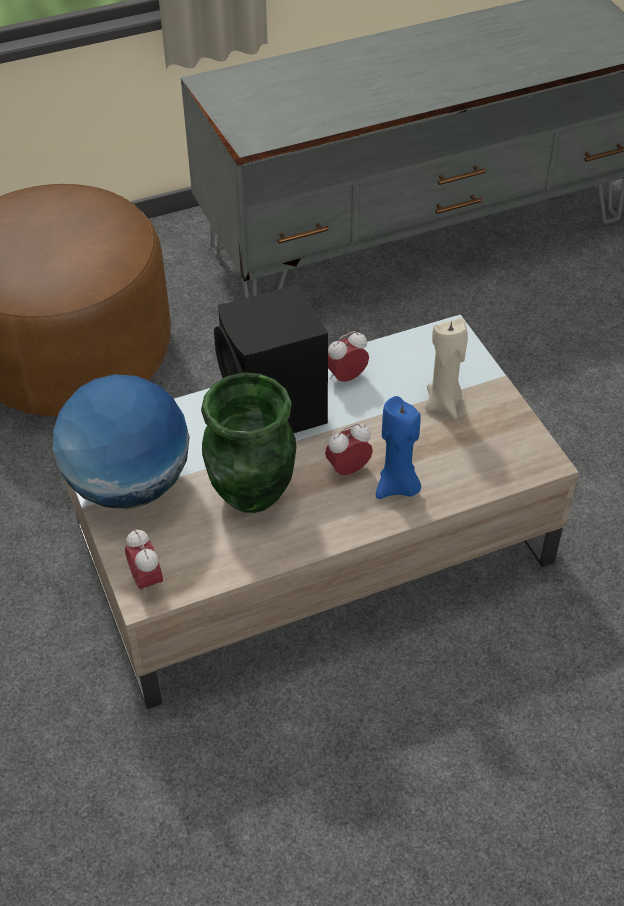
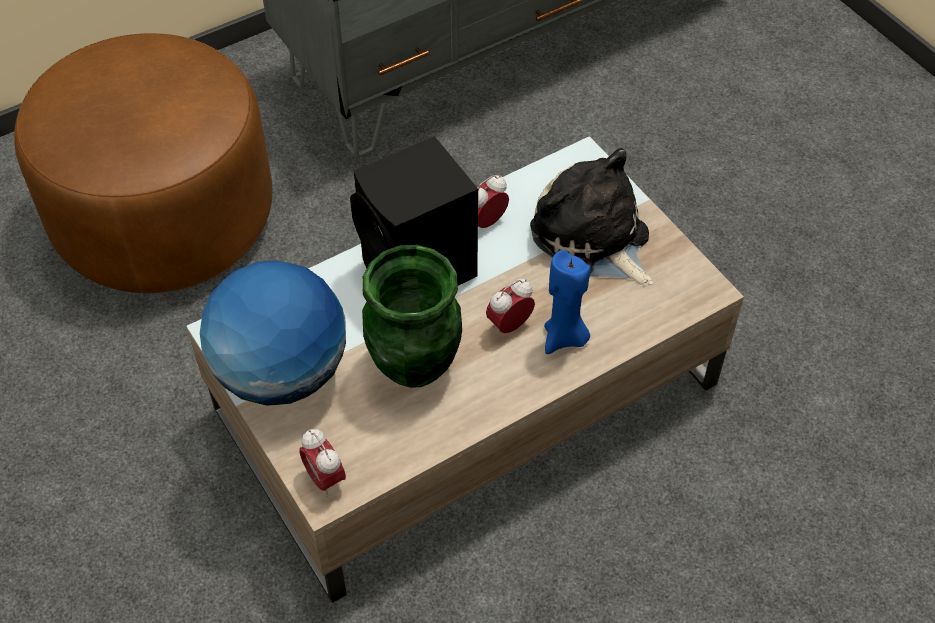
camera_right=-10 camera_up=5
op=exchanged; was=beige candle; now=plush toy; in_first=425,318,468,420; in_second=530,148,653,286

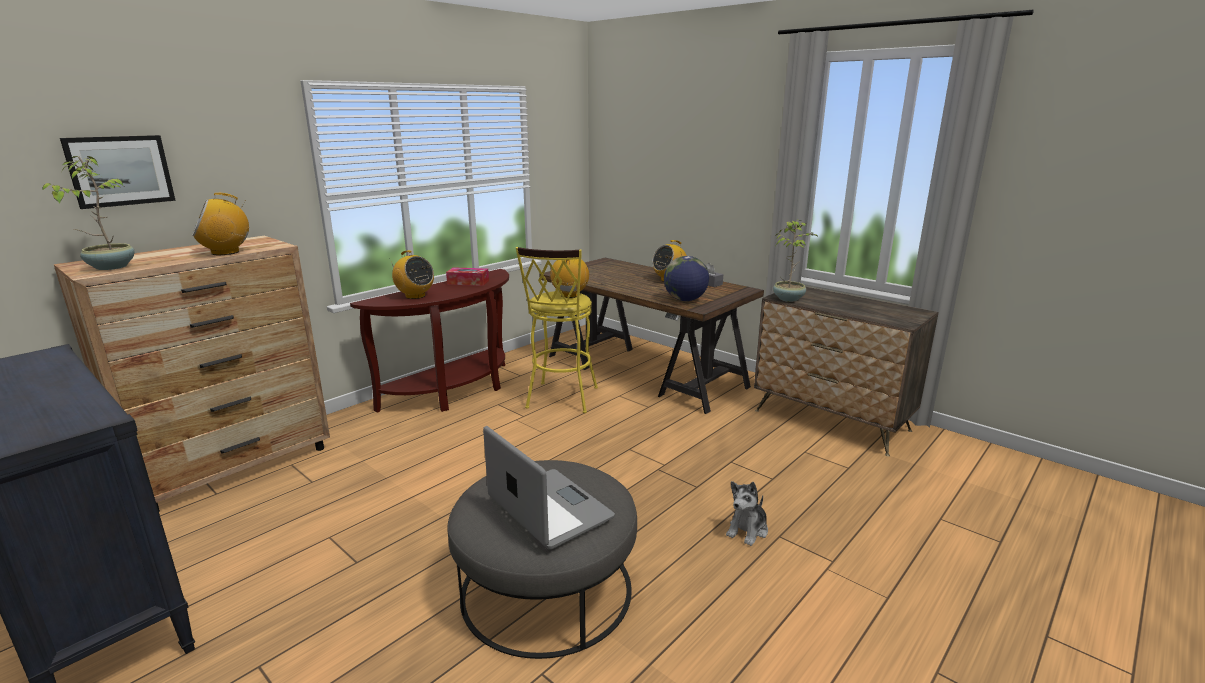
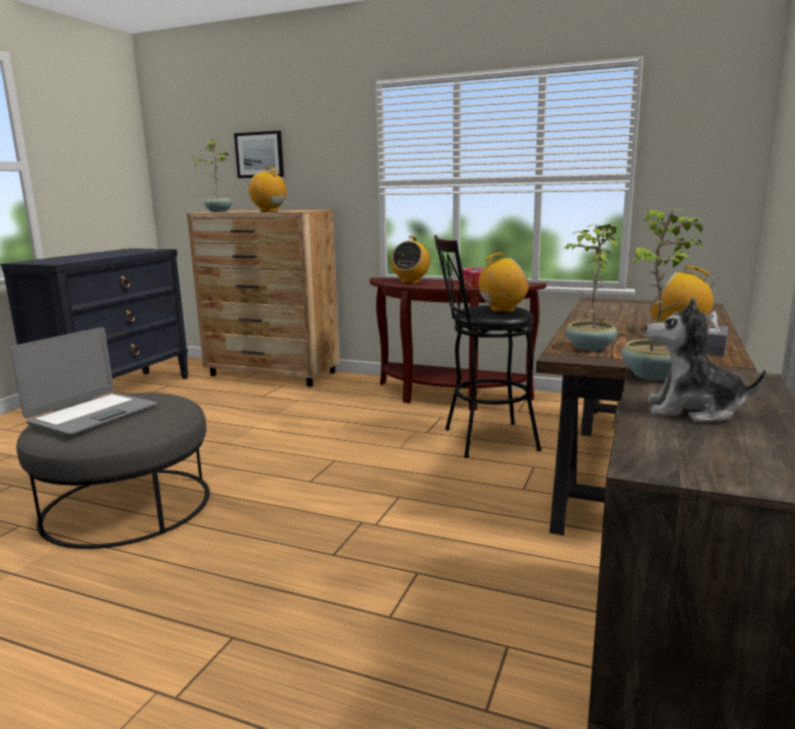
camera_right=70 camera_up=-5
op=colour; was=yellow stool; now=black stool; in_first=516,247,598,413; in_second=434,235,541,458
op=exchanged; was=globe; now=potted plant; in_first=664,256,709,301; in_second=563,224,617,351
op=relocated; was=plush toy; in_first=726,481,768,546; in_second=646,297,766,422

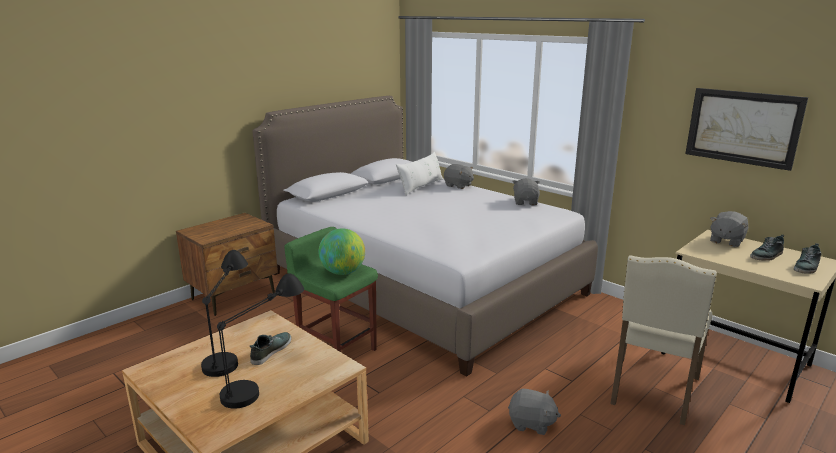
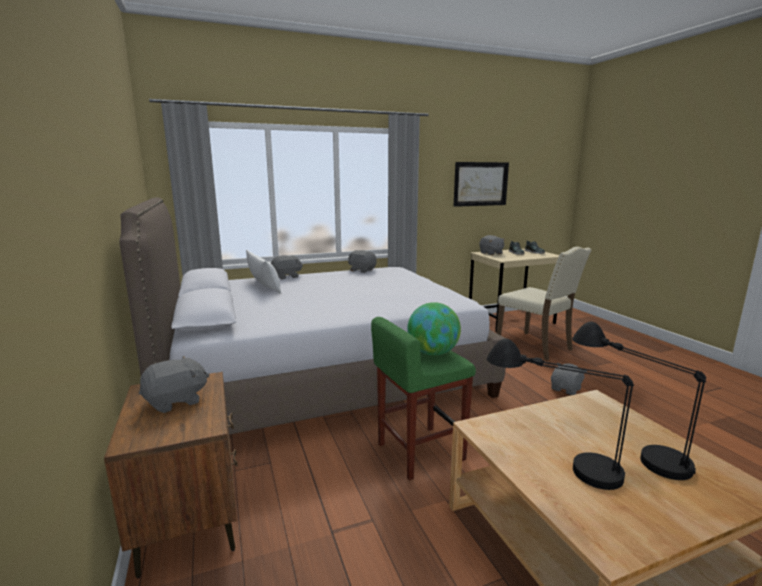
camera_right=-65 camera_up=-5
op=missing; was=shoe; in_first=250,332,291,365
op=appeared; now=grey plush toy; in_second=139,356,210,413

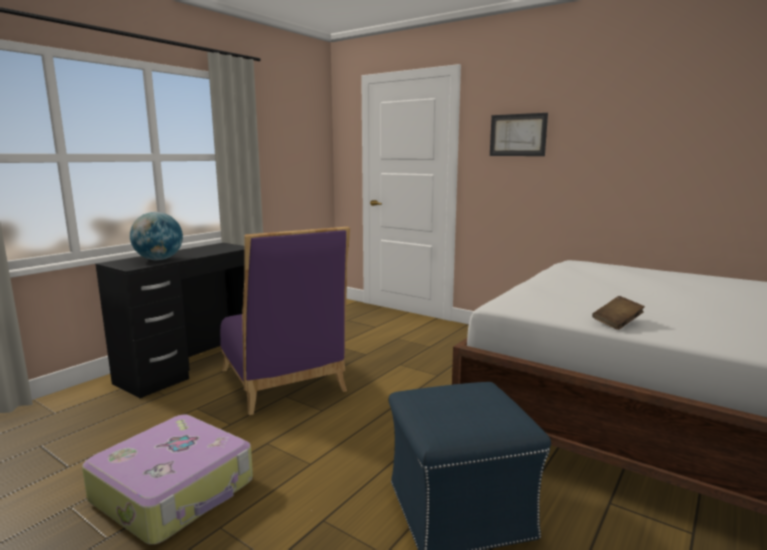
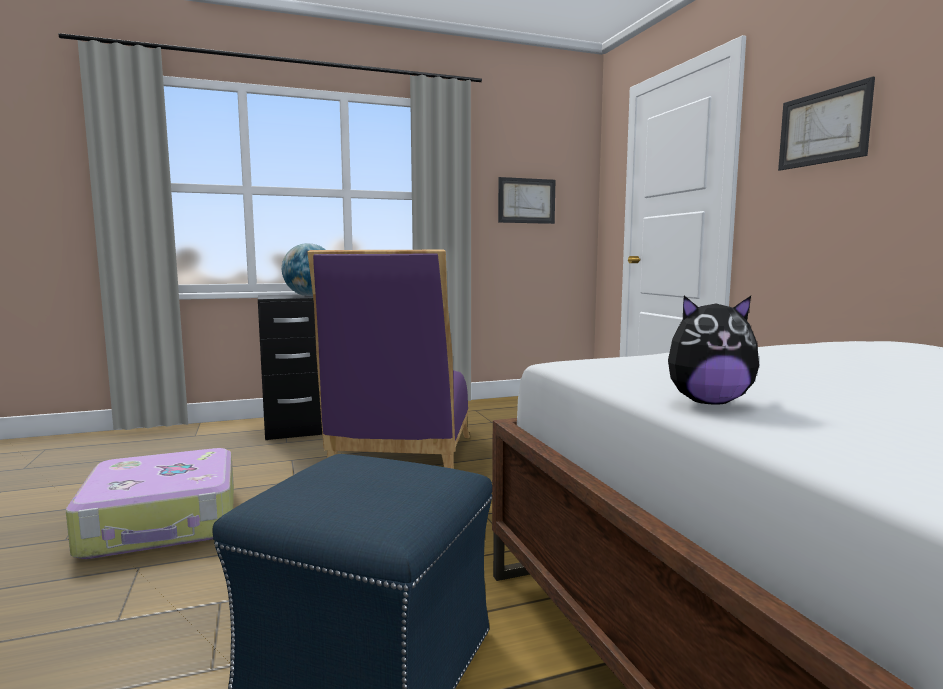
camera_right=35 camera_up=-5
op=exchanged; was=brown book; now=plush toy; in_first=592,296,645,330; in_second=668,296,759,405
op=appeared; now=picture; in_second=498,177,555,224

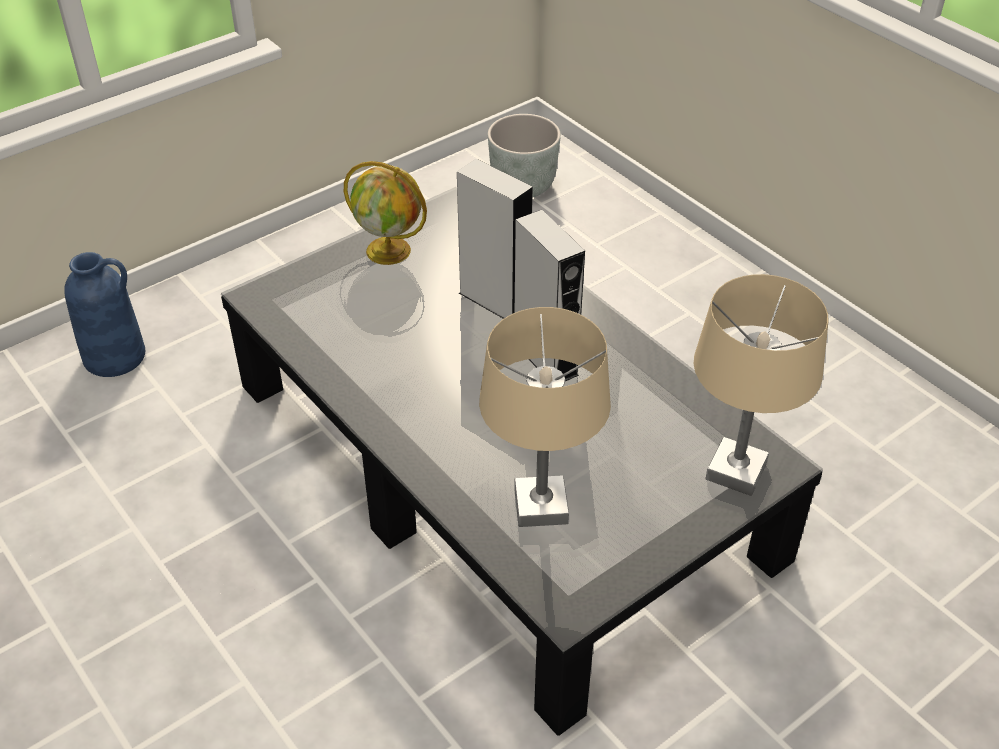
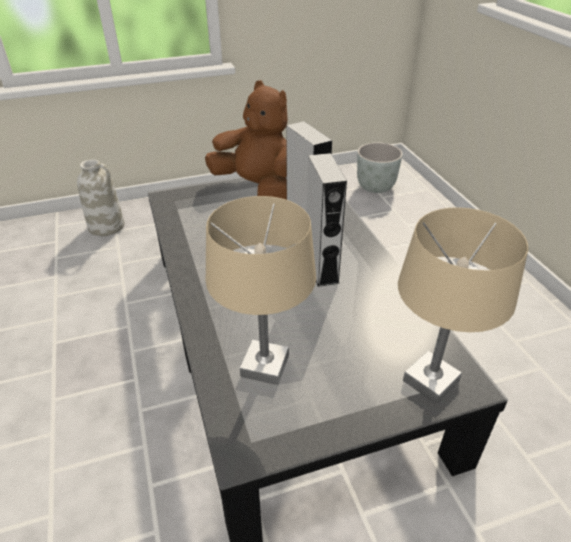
camera_right=20 camera_up=-5
op=exchanged; was=globe; now=brown plush toy; in_first=344,161,427,265; in_second=205,80,288,200
op=colour; was=blue vase; now=white vase; in_first=64,252,145,377; in_second=77,159,124,236

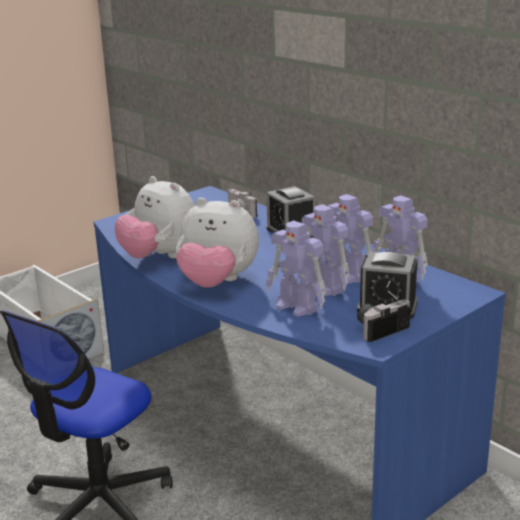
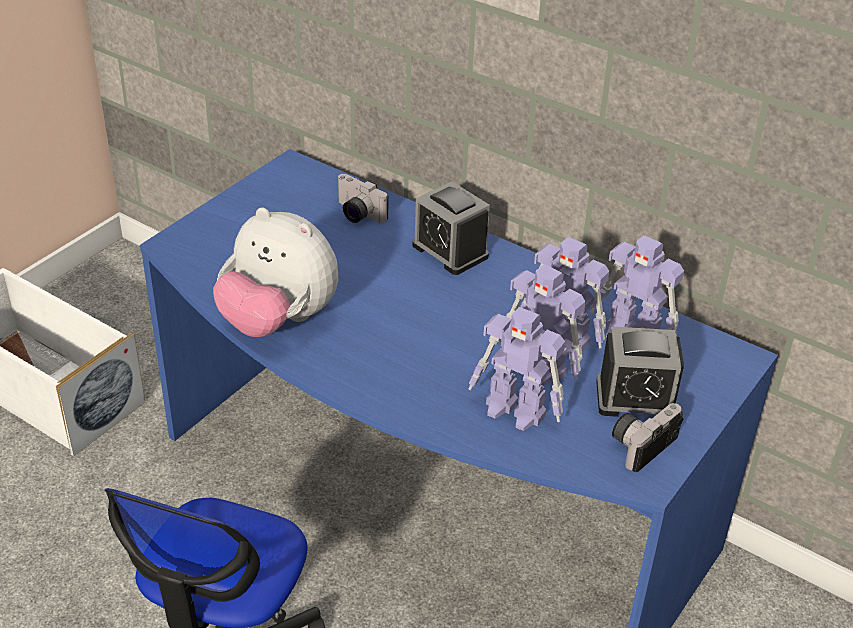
camera_right=-15 camera_up=15
op=missing; was=plush toy; in_first=176,198,259,288

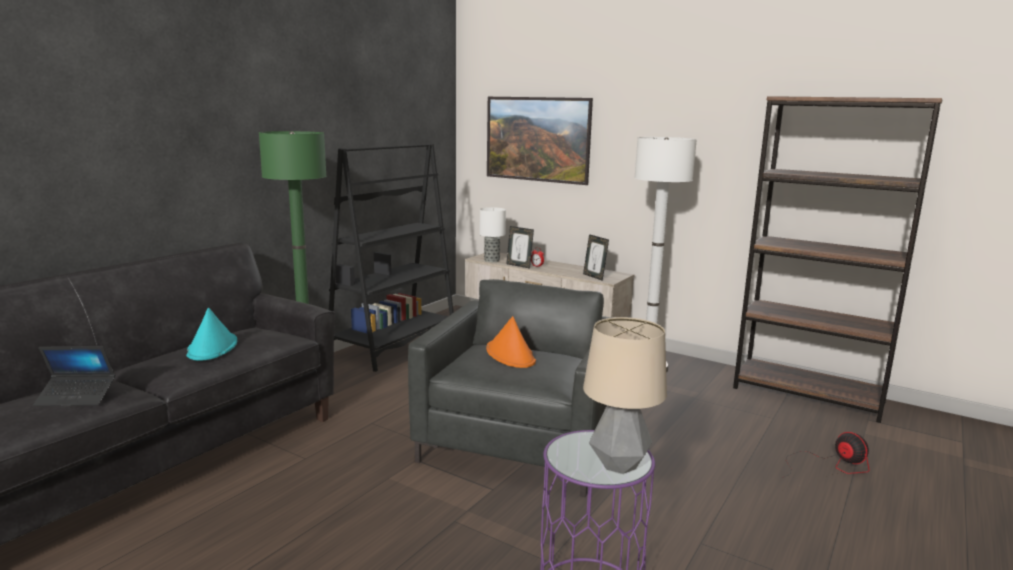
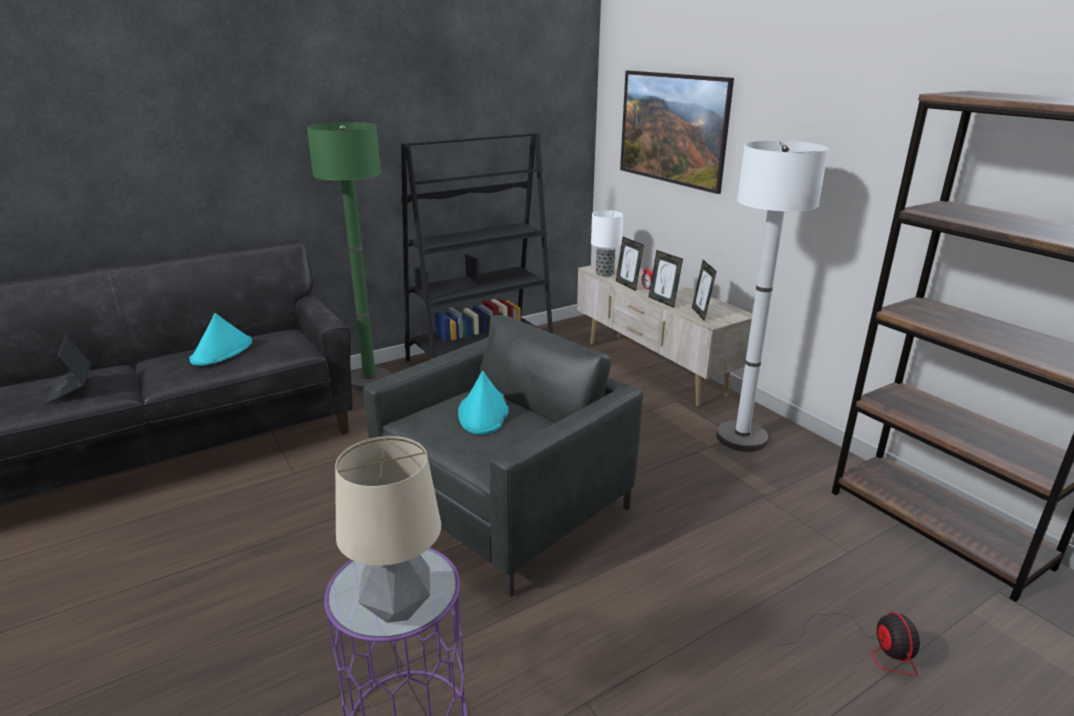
camera_right=25 camera_up=10
op=colour; was=orange hat; now=turquoise hat; in_first=486,316,536,368; in_second=458,371,508,435
op=spun; was=laptop; in_first=33,346,115,406; in_second=46,335,91,403; clockwise=45
op=appeared; now=picture frame; in_second=649,250,683,308

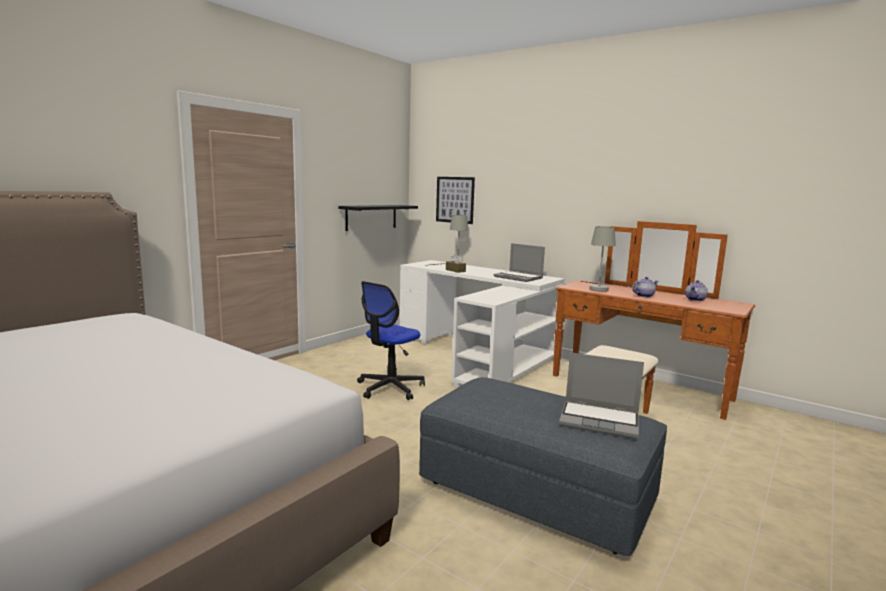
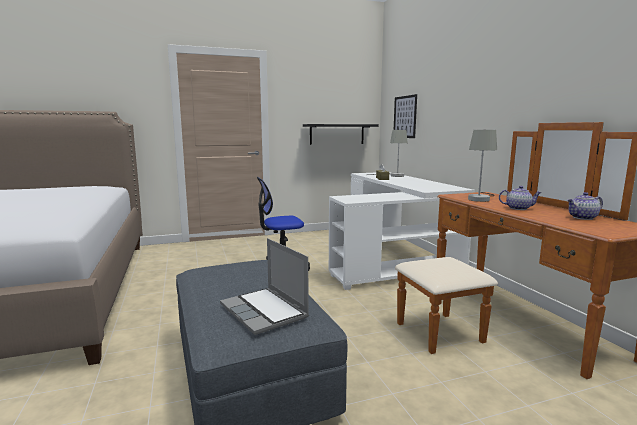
camera_right=35 camera_up=0
op=missing; was=laptop; in_first=494,243,545,282

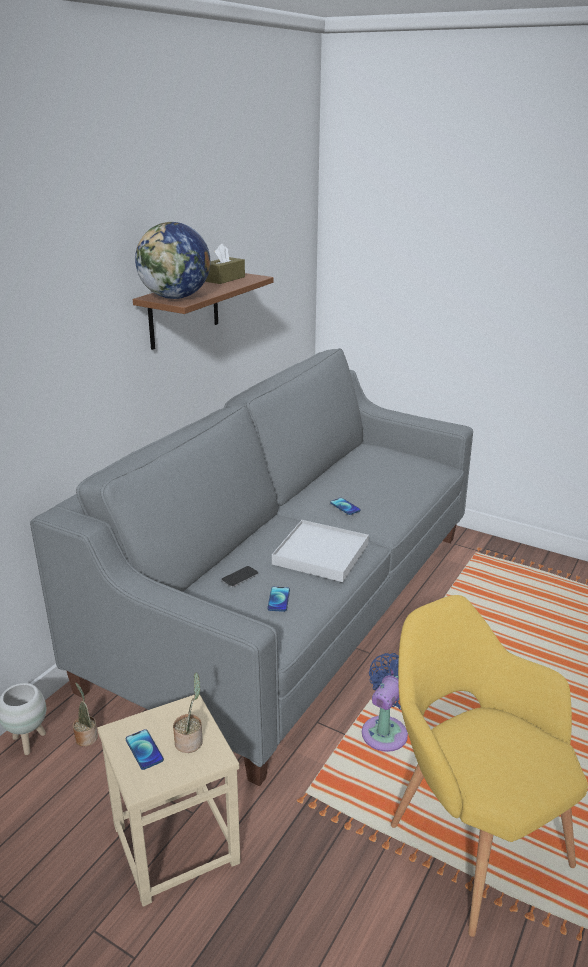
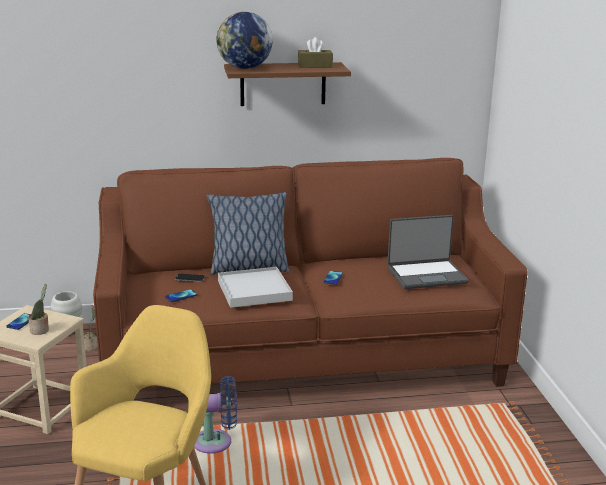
camera_right=50 camera_up=-5
op=colour; was=grey sofa; now=brown sofa; in_first=30,348,473,786; in_second=93,158,527,389
op=appeared; now=pillow; in_second=206,192,289,275
op=appeared; now=laptop; in_second=388,215,469,289

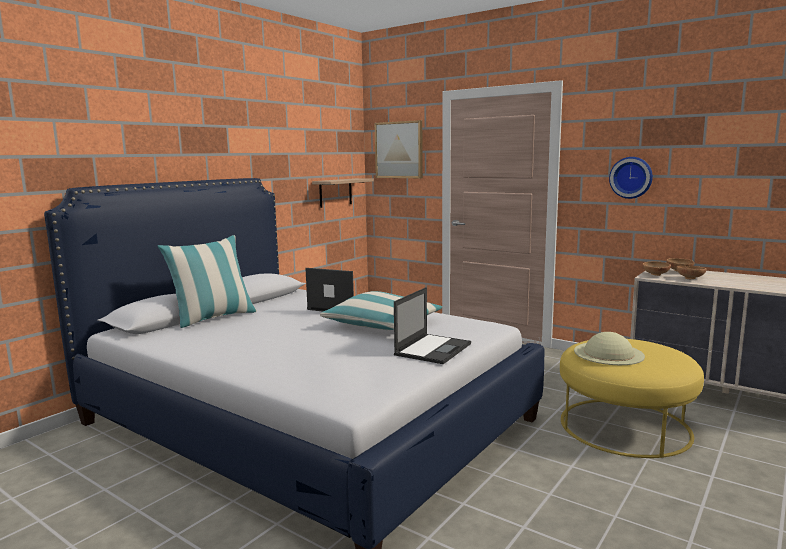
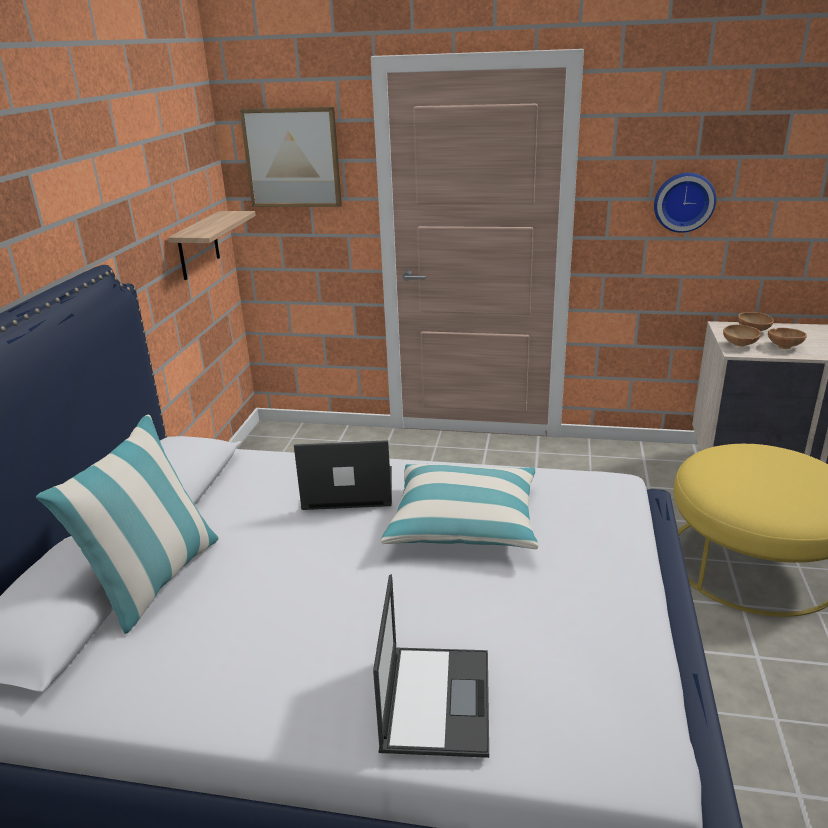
camera_right=-25 camera_up=15
op=relocated; was=laptop; in_first=394,287,471,364; in_second=373,574,489,758
op=missing; was=beige hat; in_first=574,332,645,365

